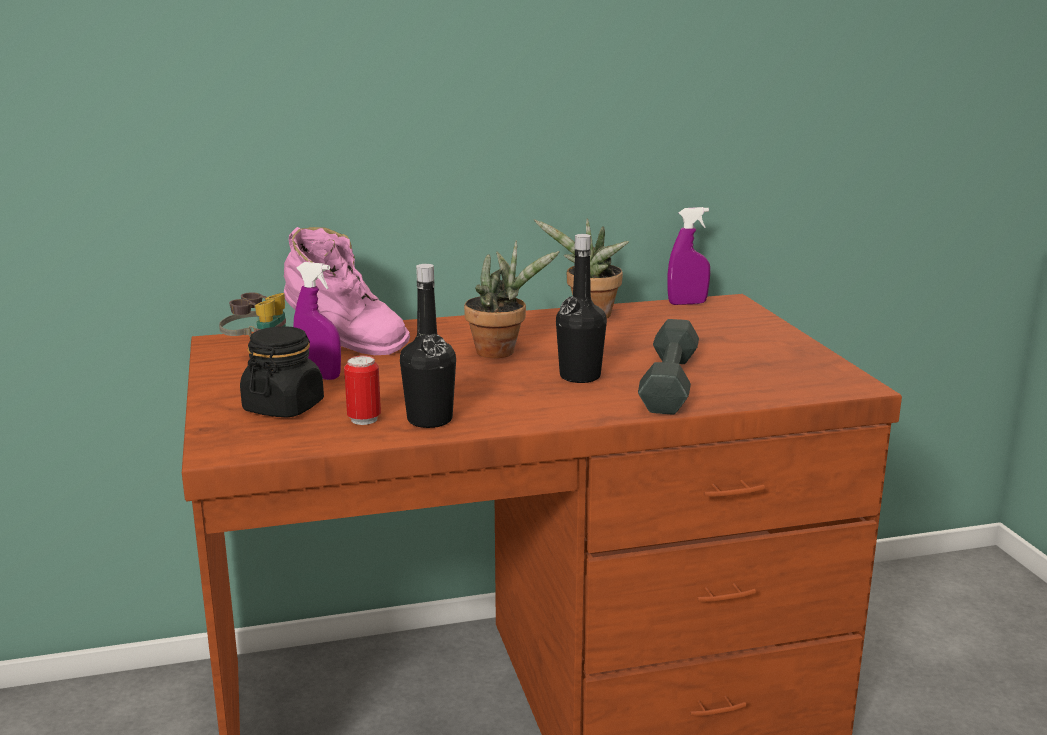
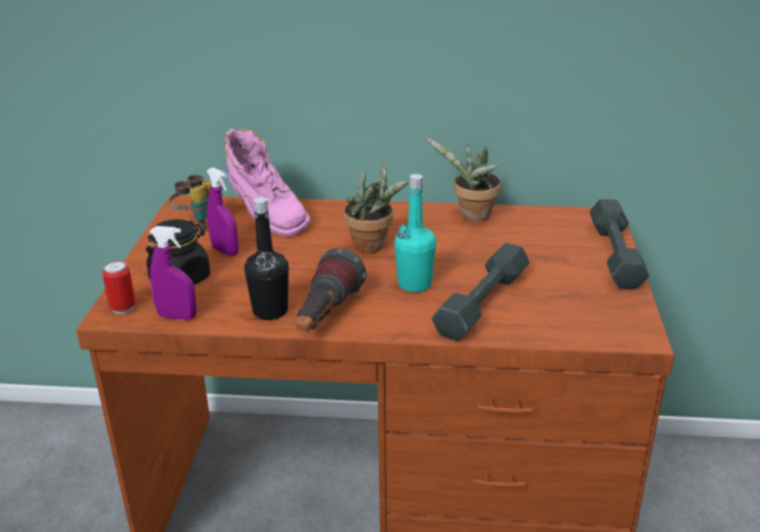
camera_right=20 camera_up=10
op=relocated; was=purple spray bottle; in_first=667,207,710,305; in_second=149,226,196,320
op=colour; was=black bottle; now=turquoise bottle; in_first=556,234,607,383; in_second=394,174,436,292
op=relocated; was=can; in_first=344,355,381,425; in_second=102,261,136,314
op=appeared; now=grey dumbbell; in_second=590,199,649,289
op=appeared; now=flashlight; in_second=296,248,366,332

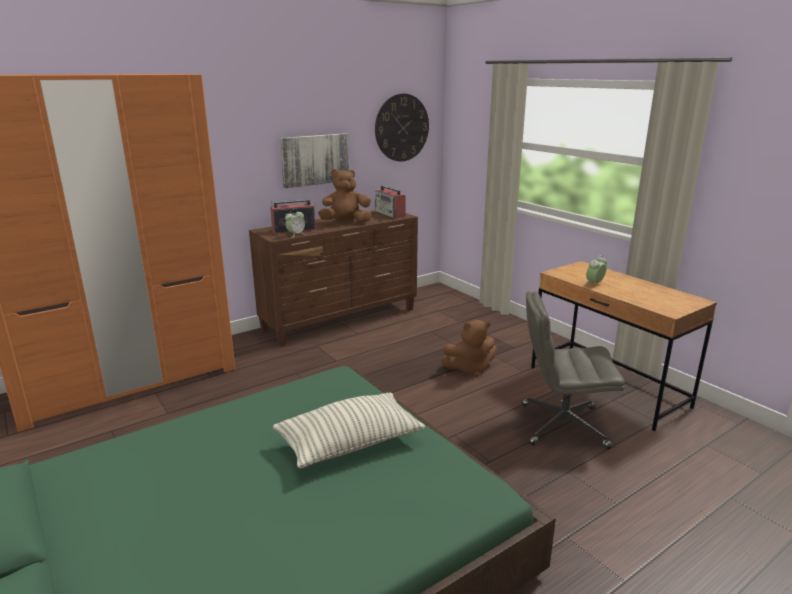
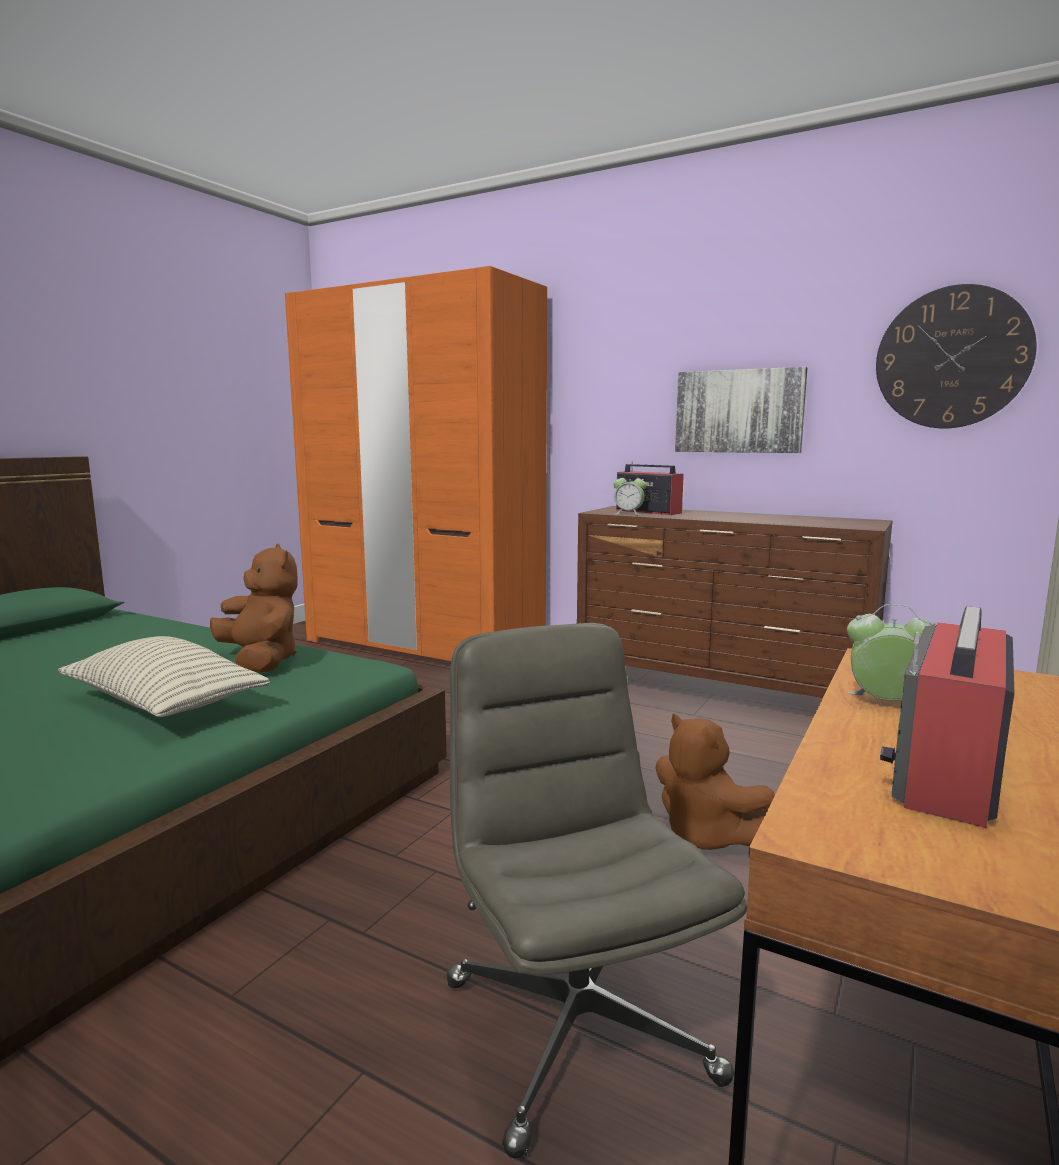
camera_right=65 camera_up=-10
op=relocated; was=brown plush toy; in_first=318,169,372,223; in_second=210,544,298,672
op=relocated; was=radio; in_first=374,185,406,219; in_second=880,606,1014,828

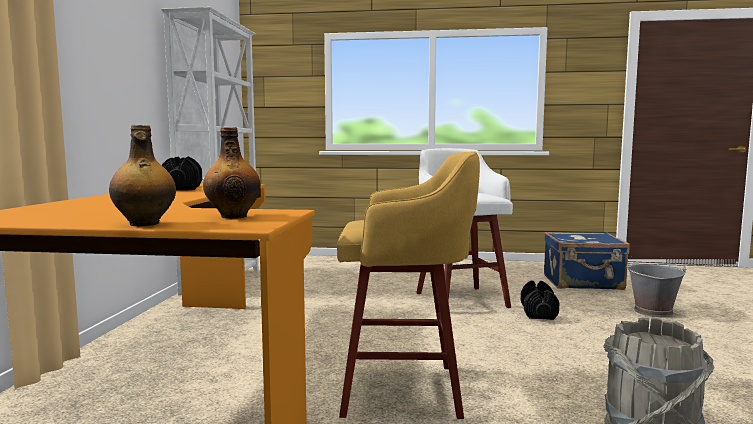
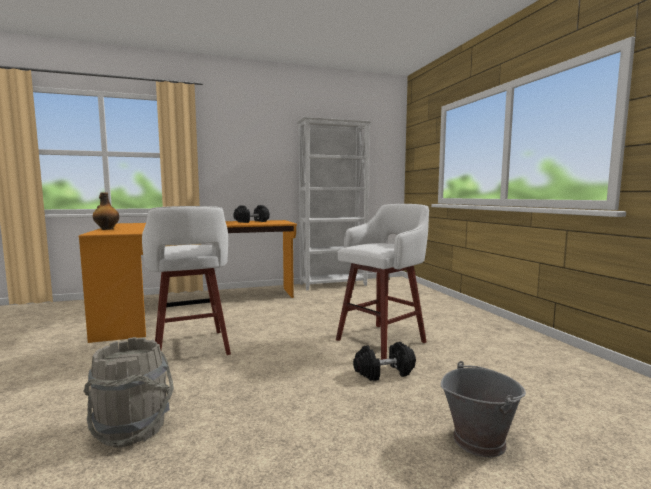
camera_right=65 camera_up=0
op=missing; was=bottle; in_first=203,127,261,219
op=colour; was=yellow stool; now=white stool; in_first=337,152,480,419; in_second=142,206,231,355
op=missing; was=blue suitcase; in_first=544,232,630,290

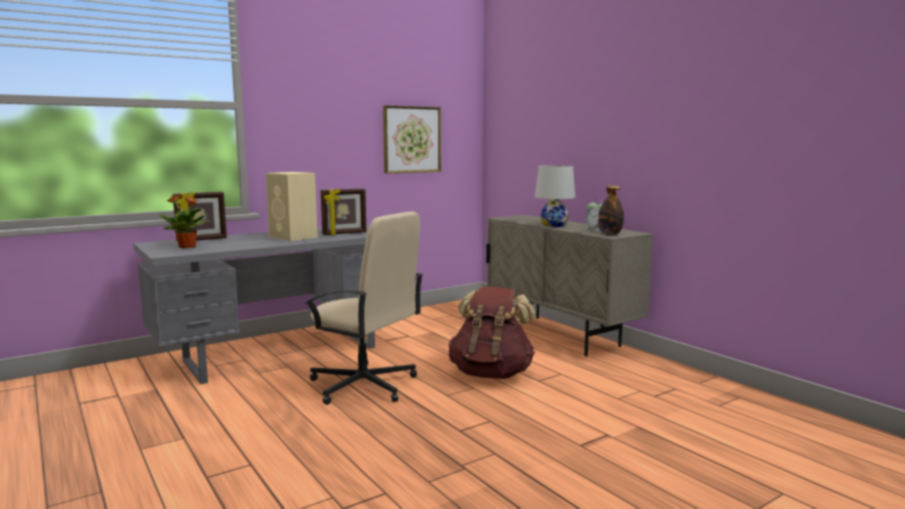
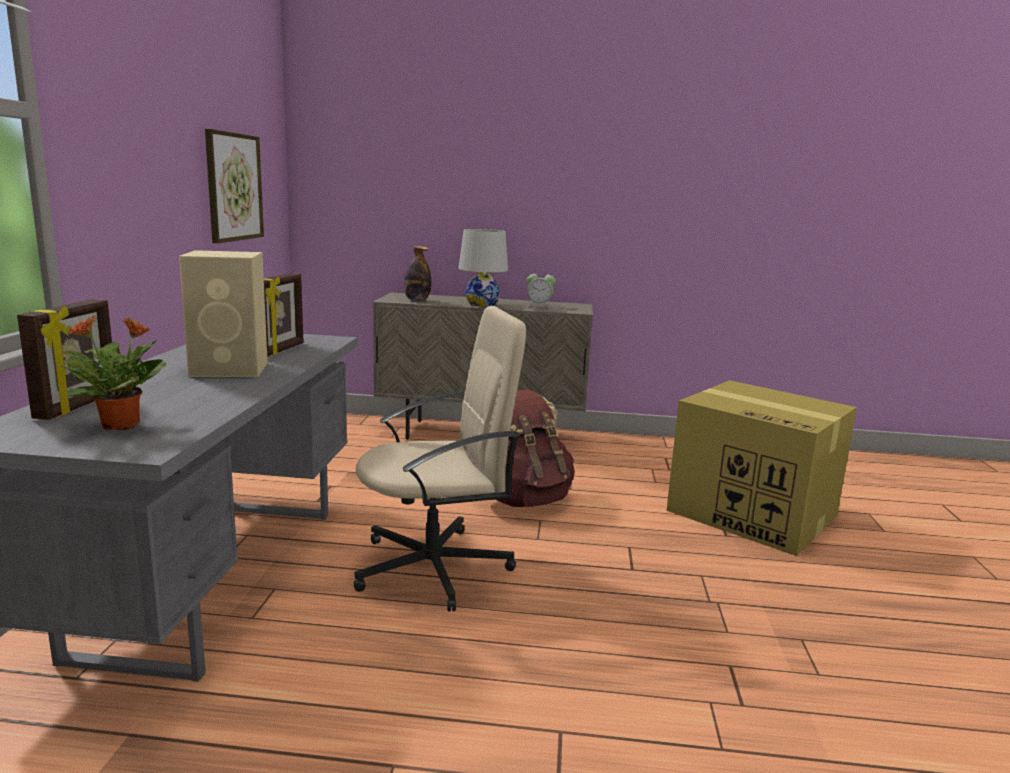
camera_right=-50 camera_up=5
op=relocated; was=bottle; in_first=598,185,624,235; in_second=404,246,431,301
op=appeared; now=cardboard box; in_second=667,380,857,556

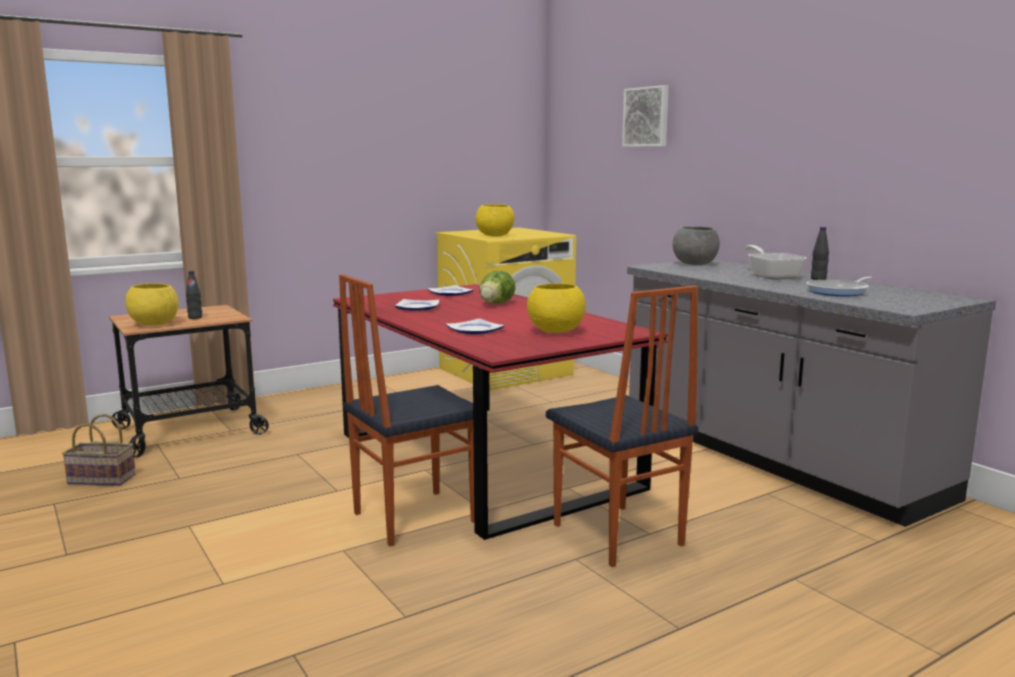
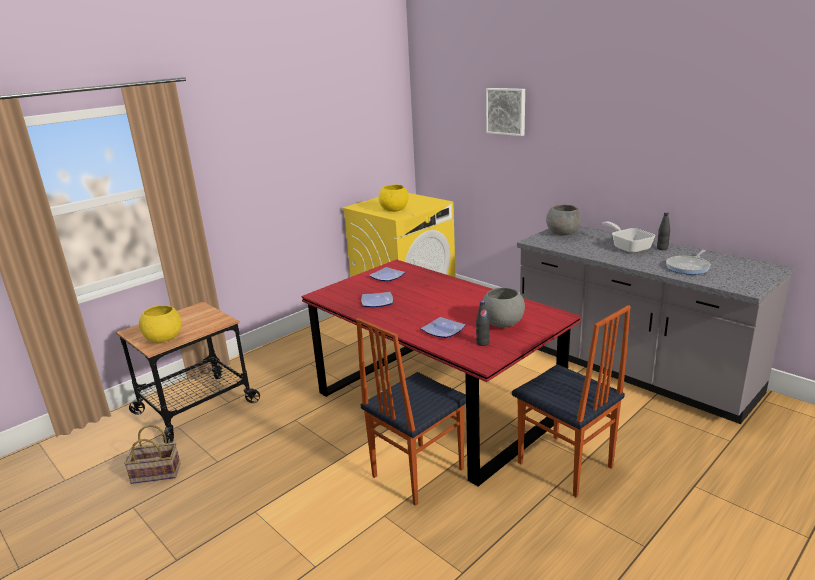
camera_right=-10 camera_up=10
op=relocated; was=black bottle; in_first=186,271,202,319; in_second=476,301,489,346
op=missing; was=lettuce; in_first=479,271,516,304
op=colour; was=yellow bowl; now=grey bowl; in_first=527,283,586,333; in_second=482,287,525,327

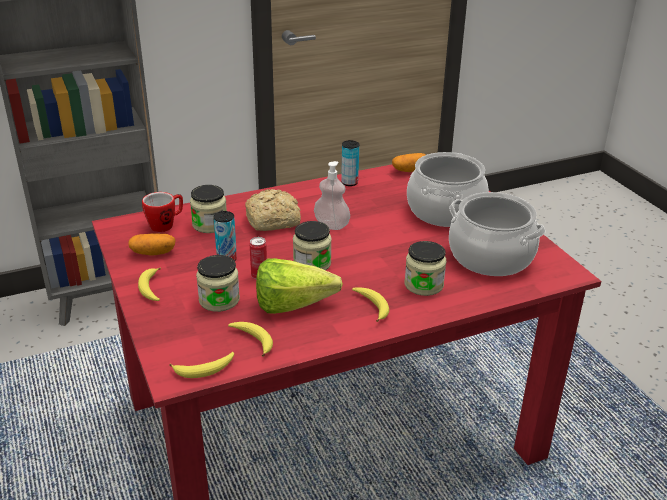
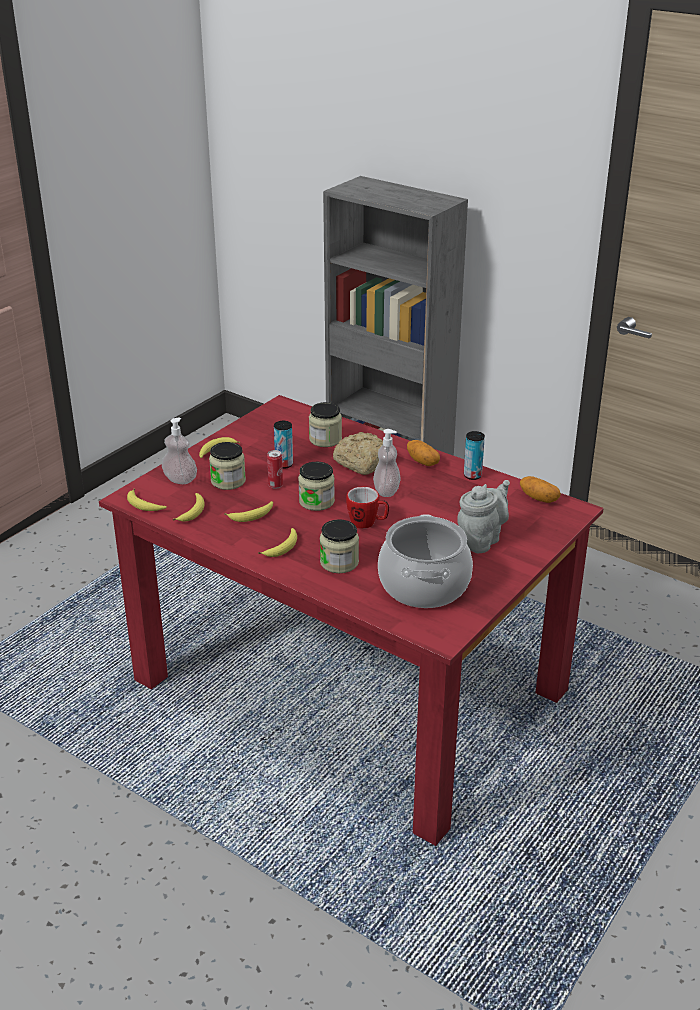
camera_right=60 camera_up=0
op=exchanged; was=cooking pot; now=grey teapot; in_first=407,152,489,227; in_second=457,480,510,553
op=relocated; was=mug; in_first=142,192,183,232; in_second=346,487,389,529
op=relocated; was=potato; in_first=128,234,175,256; in_second=407,440,440,466
op=exchanged; was=lettuce; now=banana; in_first=256,258,343,314; in_second=224,501,273,522
op=appeared; now=soap dispenser; in_second=162,418,197,484

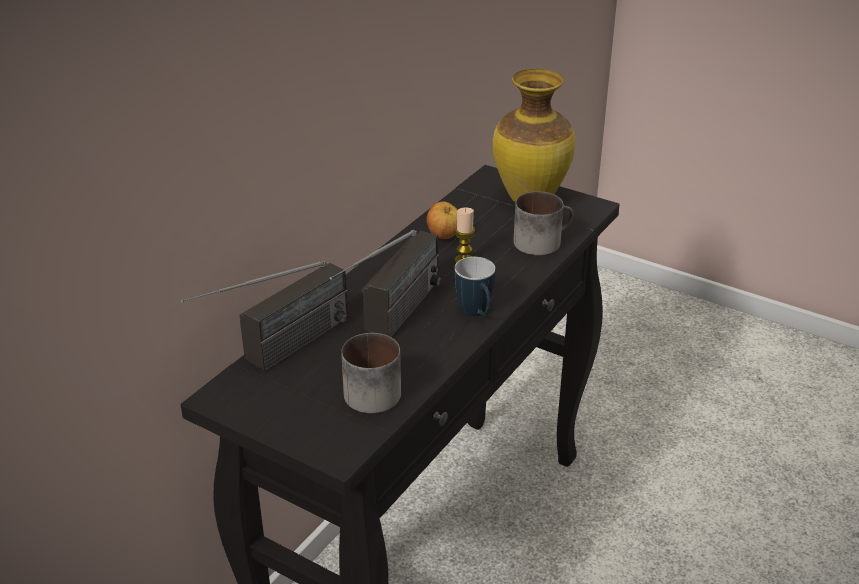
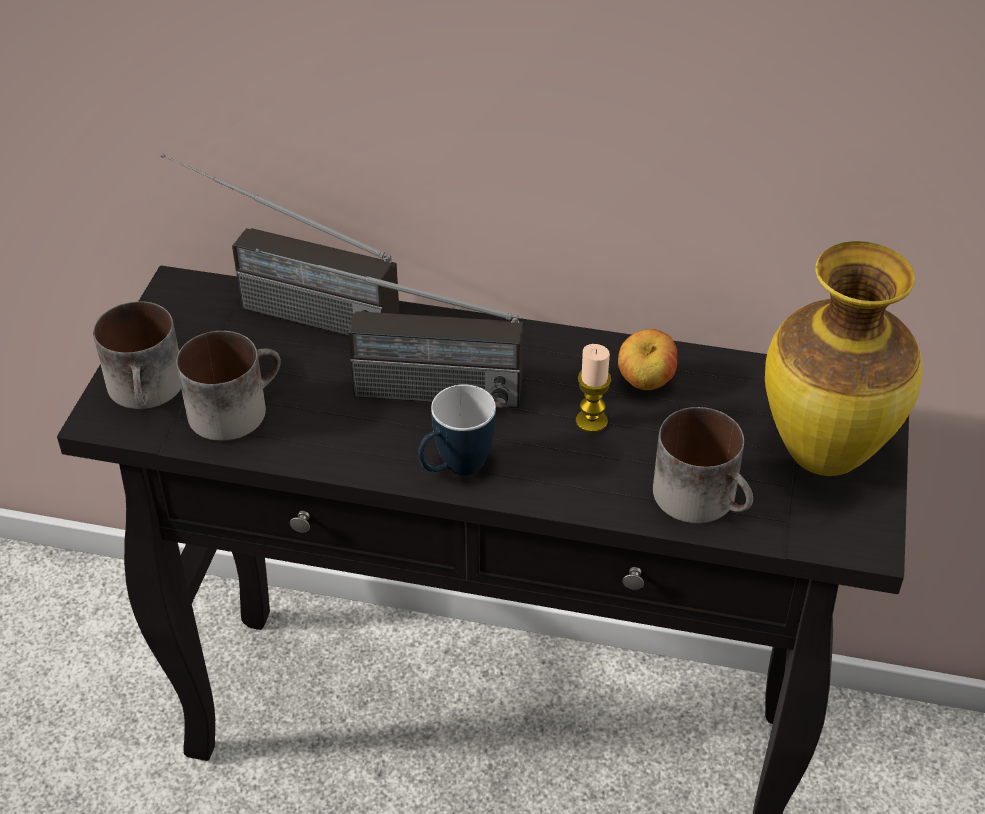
camera_right=70 camera_up=10
op=appeared; now=mug; in_second=93,301,181,409

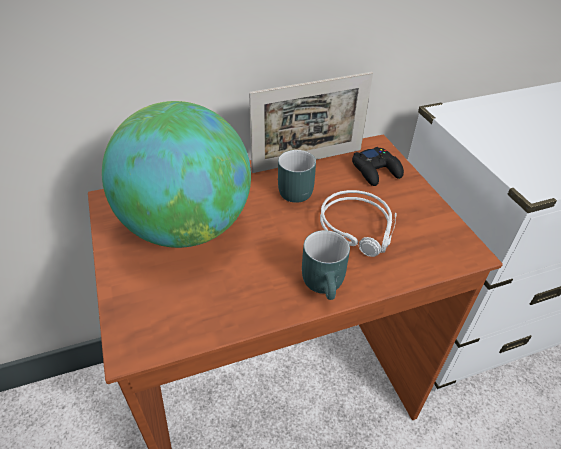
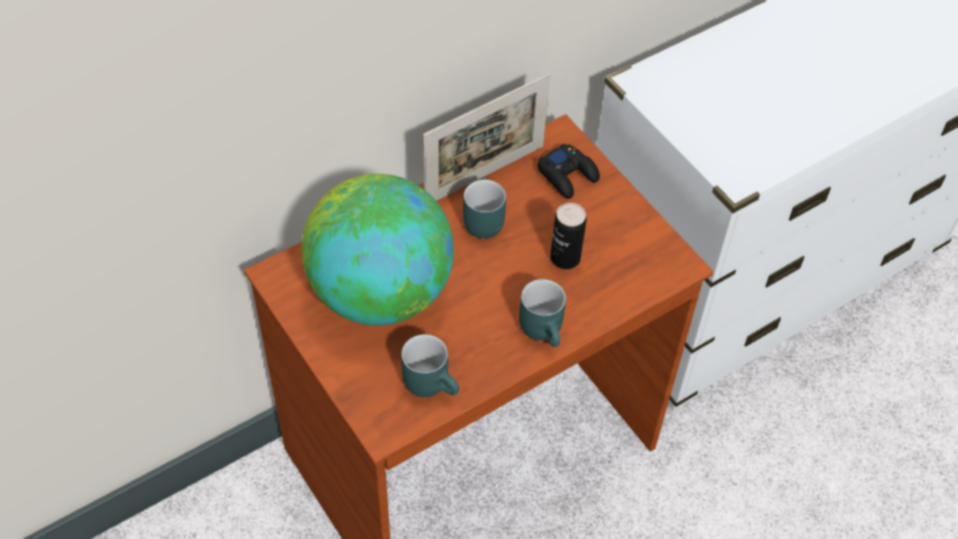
camera_right=-15 camera_up=10
op=exchanged; was=grey headphones; now=can; in_first=320,190,397,257; in_second=550,203,587,269
op=appeared; now=turquoise mug; in_second=401,334,459,397

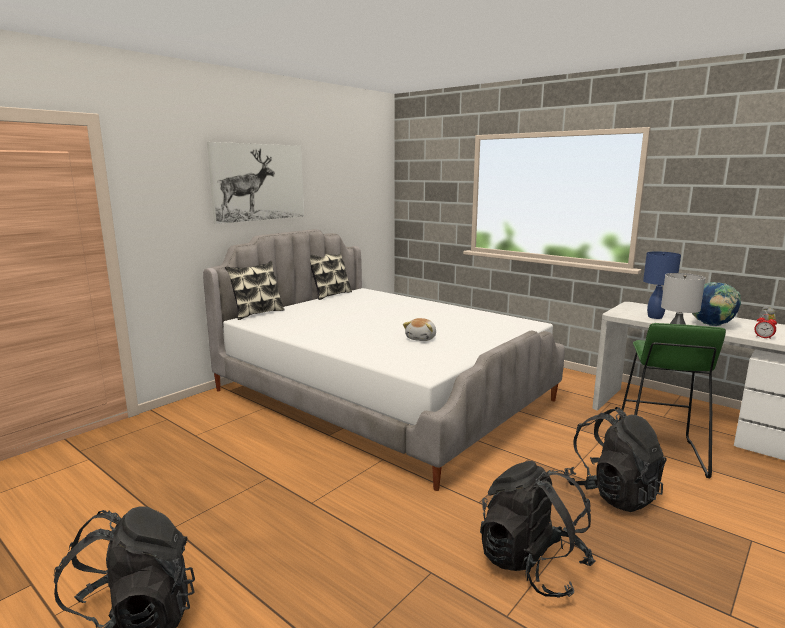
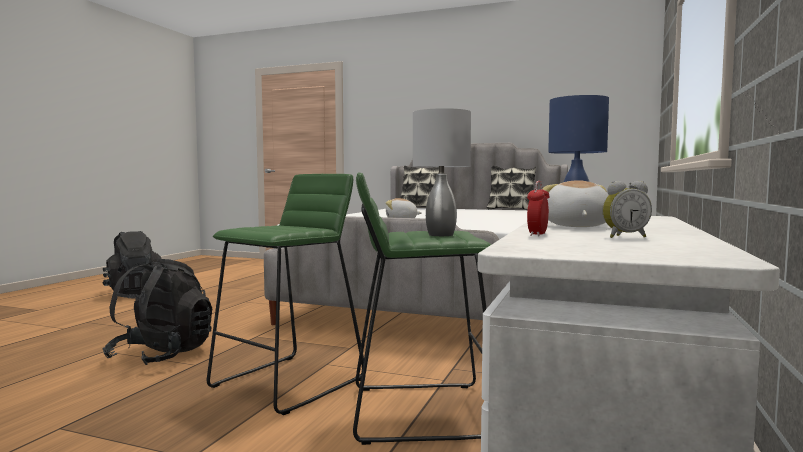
camera_right=70 camera_up=-10
op=missing; was=picture; in_first=207,142,304,224
op=exchanged; was=globe; now=plush toy; in_first=692,282,741,326; in_second=543,180,608,227
op=exchanged; was=black backpack; now=green stool; in_first=565,407,667,512; in_second=207,174,364,415

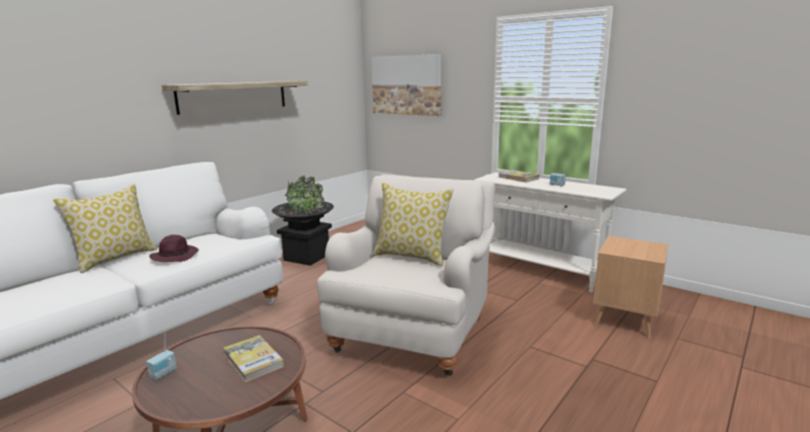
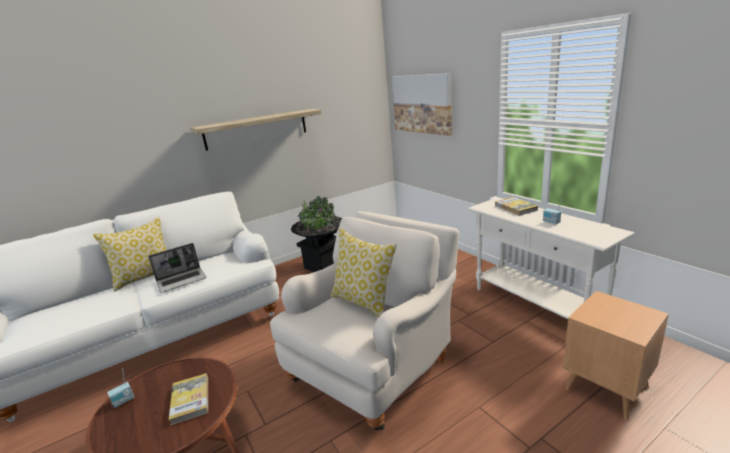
camera_right=20 camera_up=5
op=exchanged; was=purple hat; now=laptop; in_first=149,235,199,262; in_second=148,243,206,293

